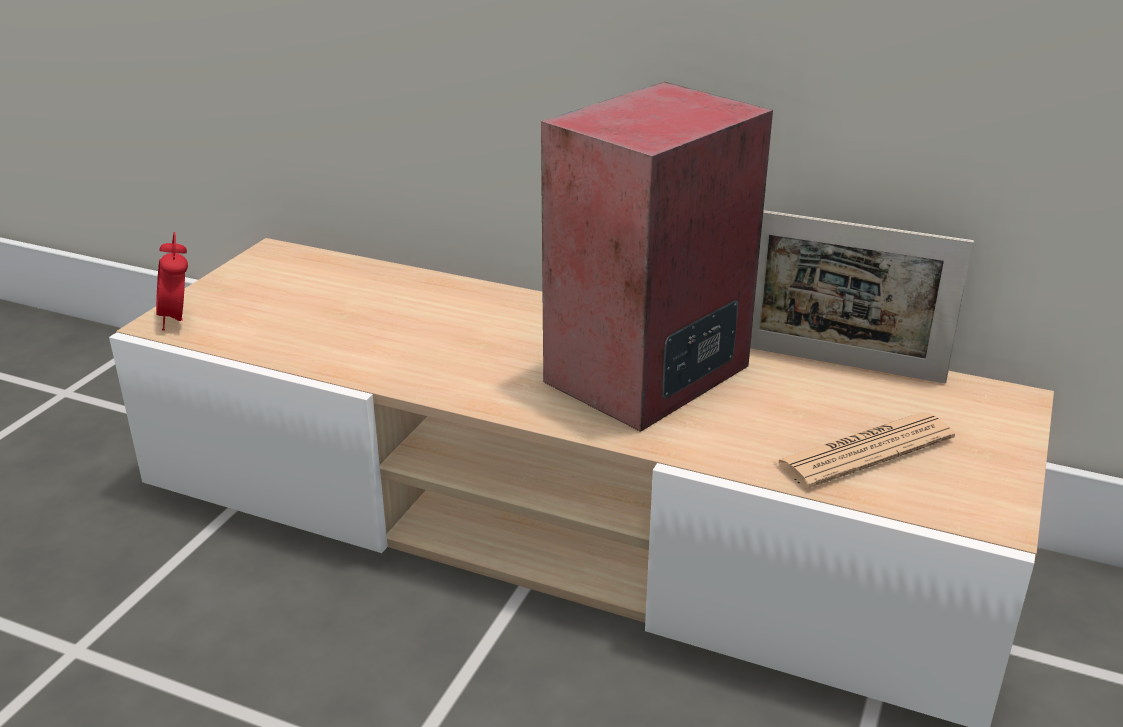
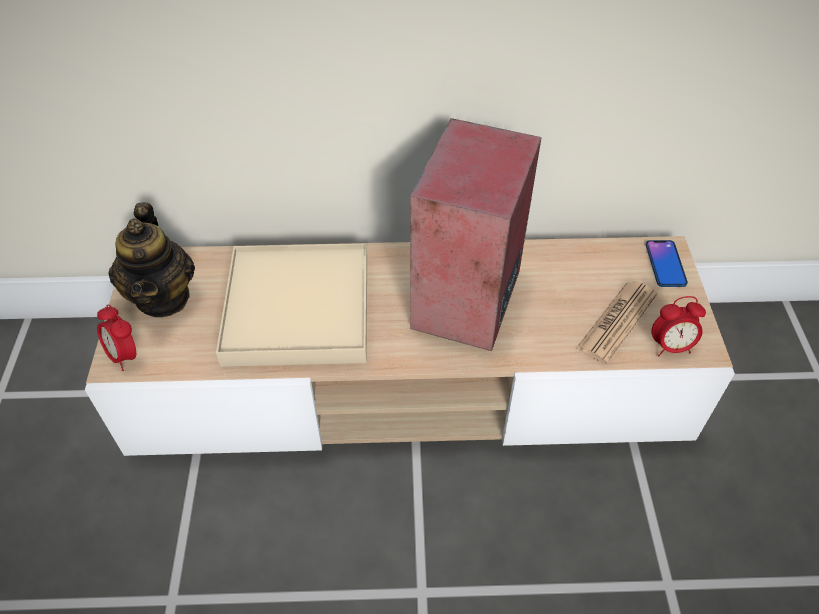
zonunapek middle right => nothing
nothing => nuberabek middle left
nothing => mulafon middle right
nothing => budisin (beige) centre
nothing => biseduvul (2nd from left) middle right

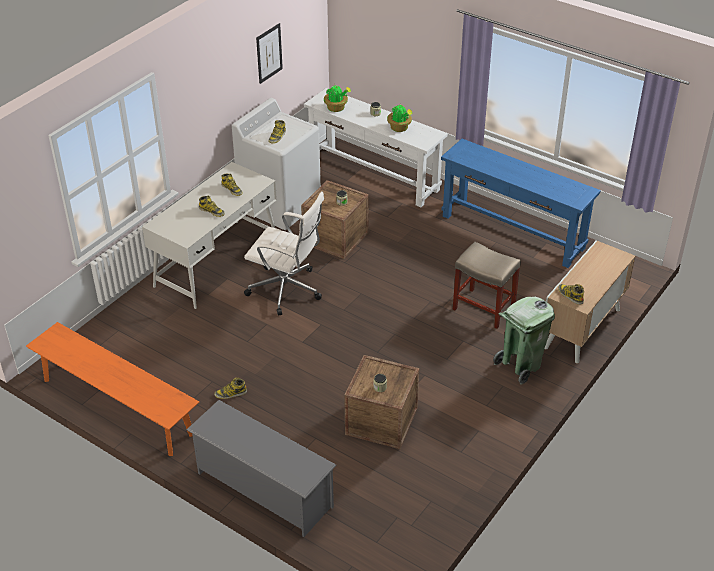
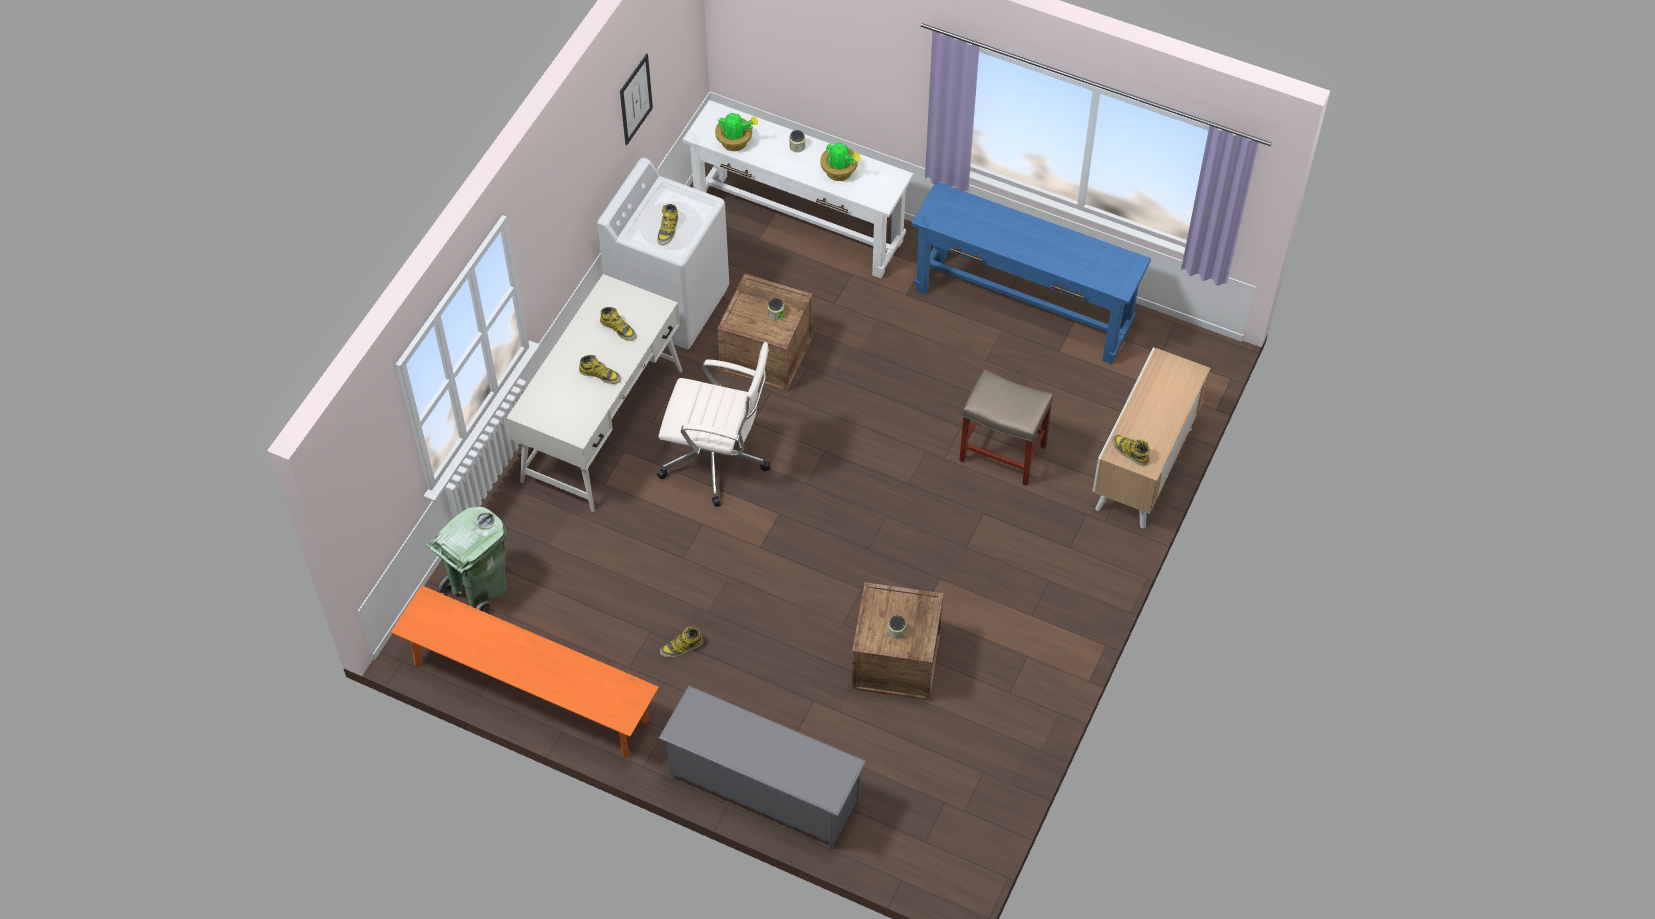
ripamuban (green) middle right => ripamuban (green) middle left, move

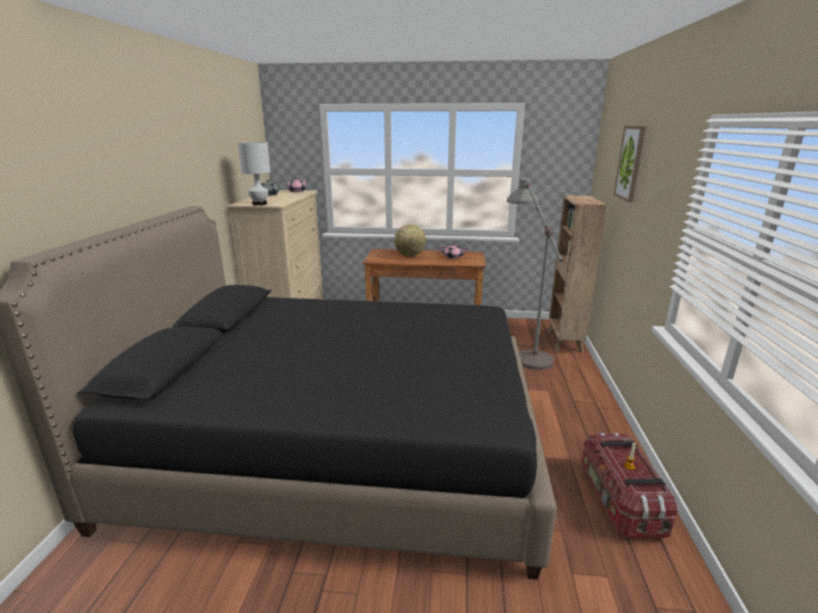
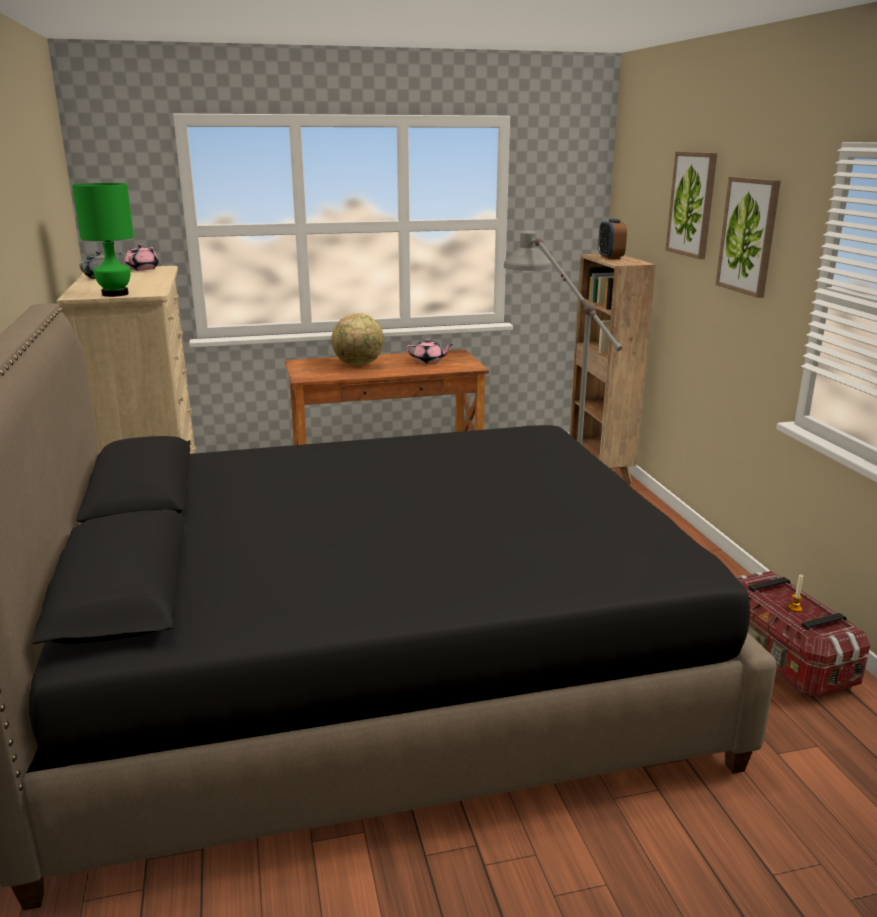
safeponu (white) top left => safeponu (green) top left
nothing => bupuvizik (2nd from left) top right
nothing => biseduvul top right

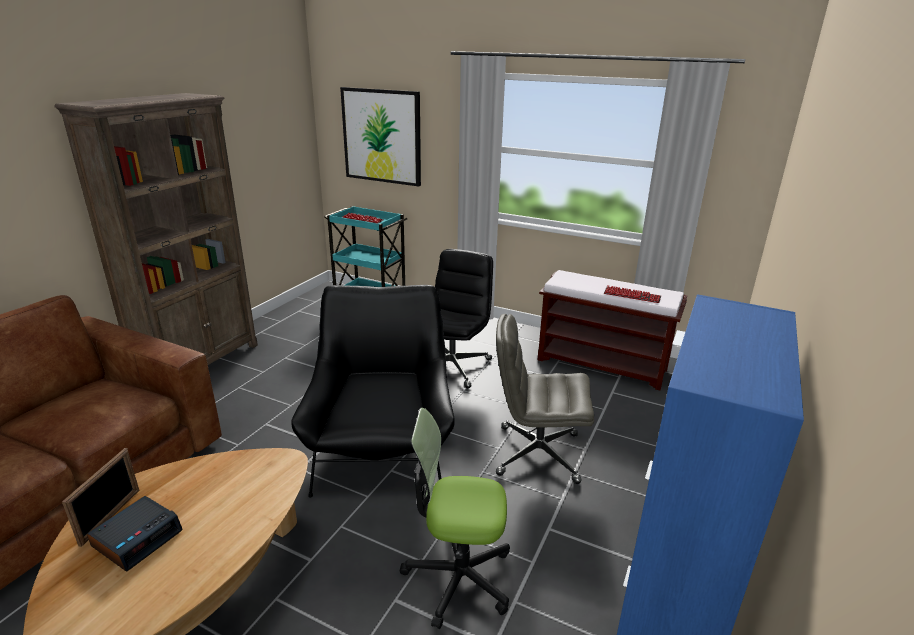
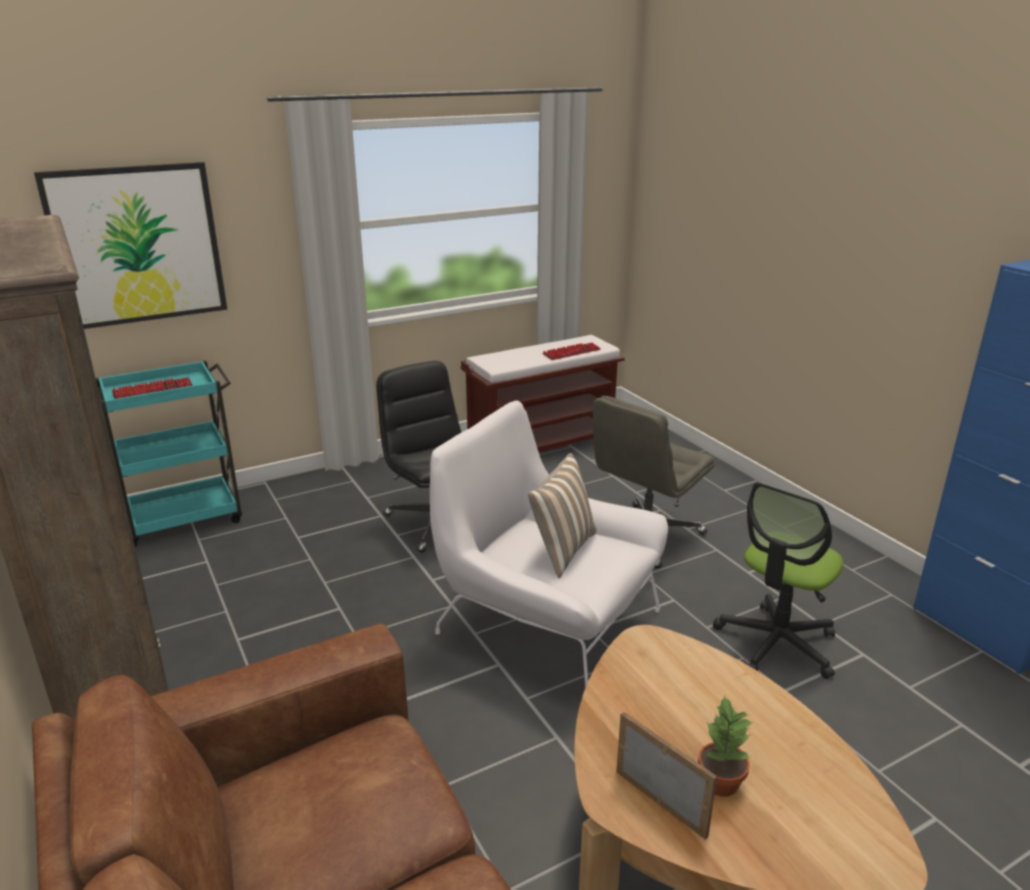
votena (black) centre => votena (white) centre
biseduvul bottom left => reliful bottom right
nothing => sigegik centre

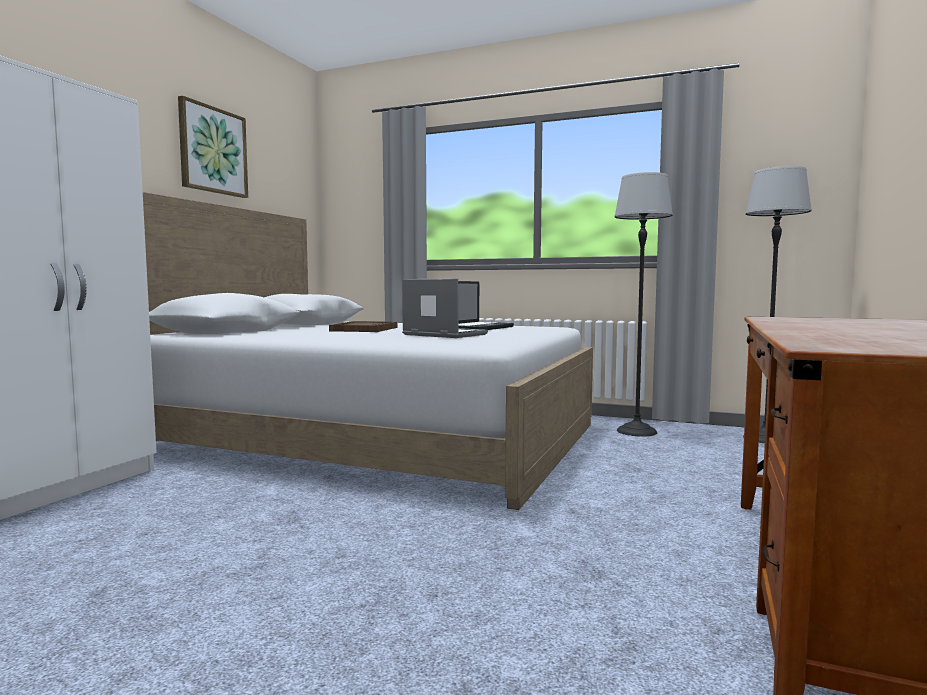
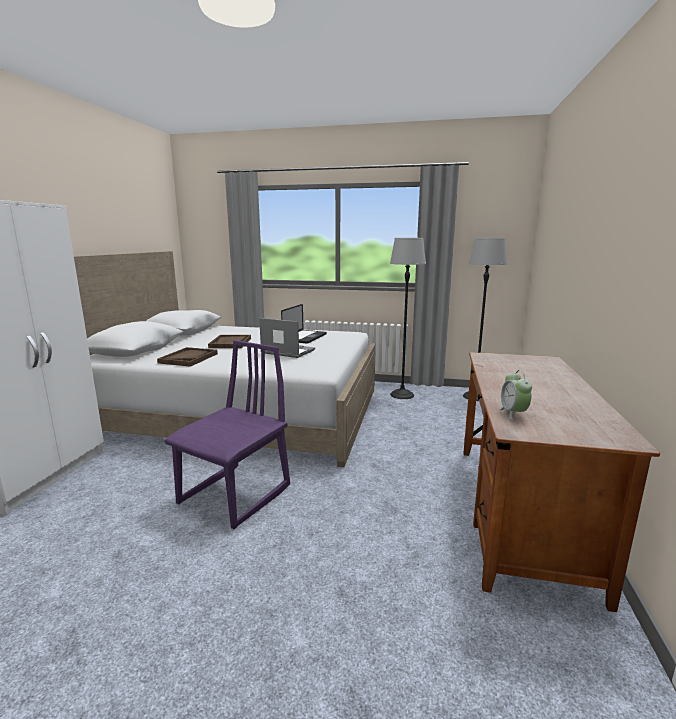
bupuvizik top left => nothing
nothing => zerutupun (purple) centre
nothing => budisin (brown) (1st from left) middle left
nothing => biseduvul middle right

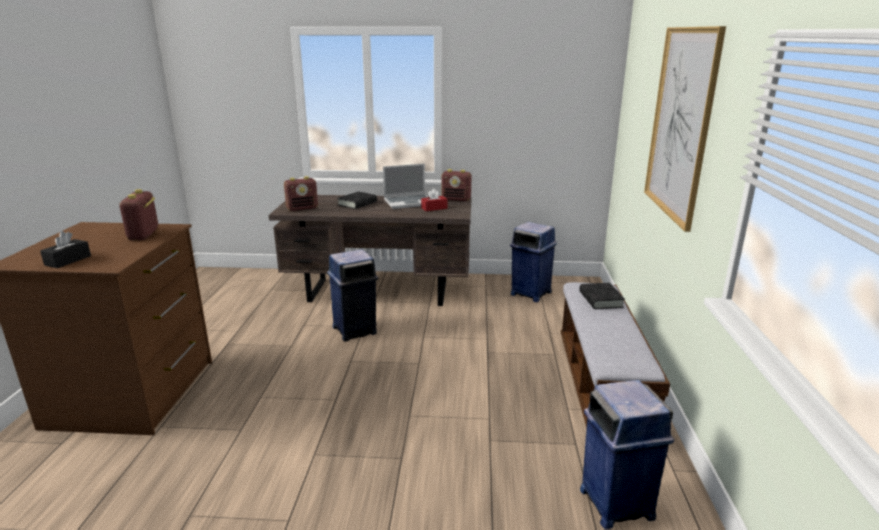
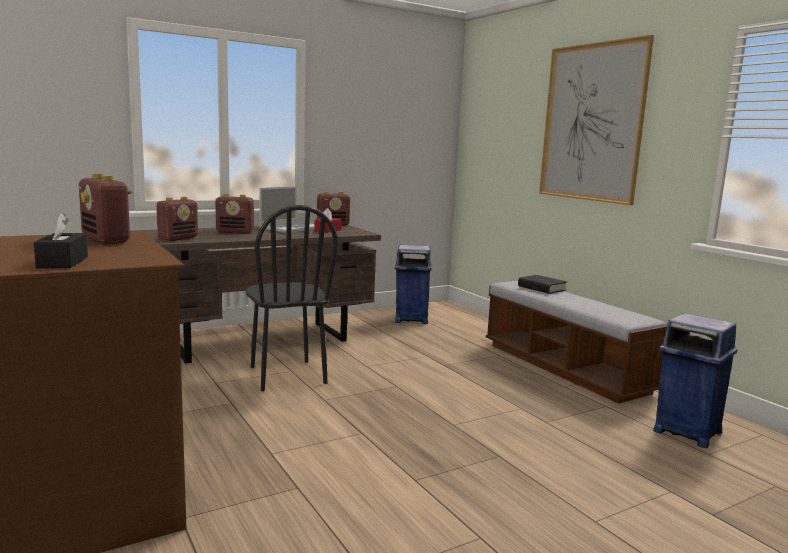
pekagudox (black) (1st from left) centre => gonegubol (3rd from left) middle left
ripamuban (blue) (1st from left) centre => zerutupun (black) centre

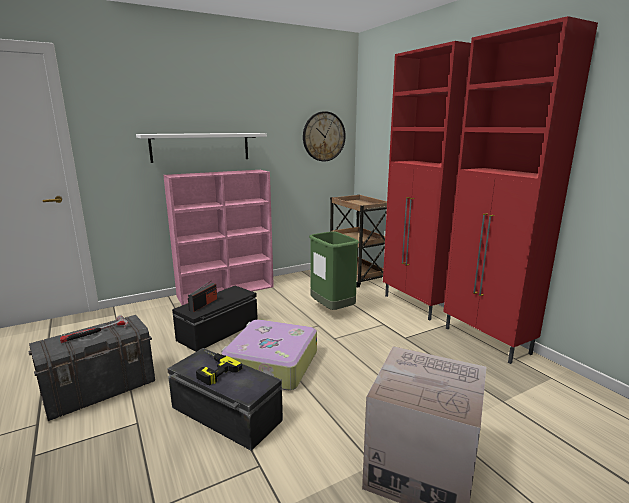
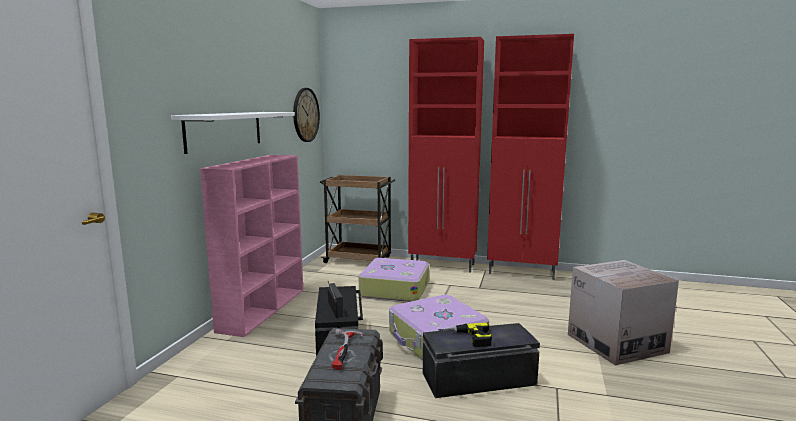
ripamuban (green) centre => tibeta (1st from left) centre

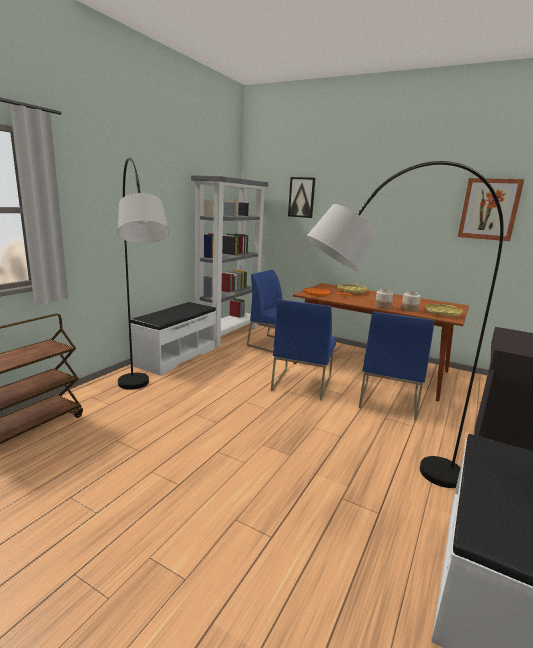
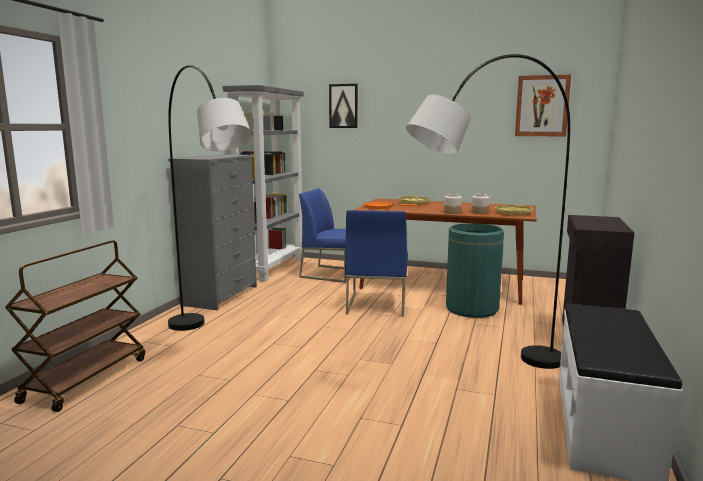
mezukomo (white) (1st from left) middle left => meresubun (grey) middle left
zerutupun (blue) (3rd from left) middle right => ripamuban (green) middle right

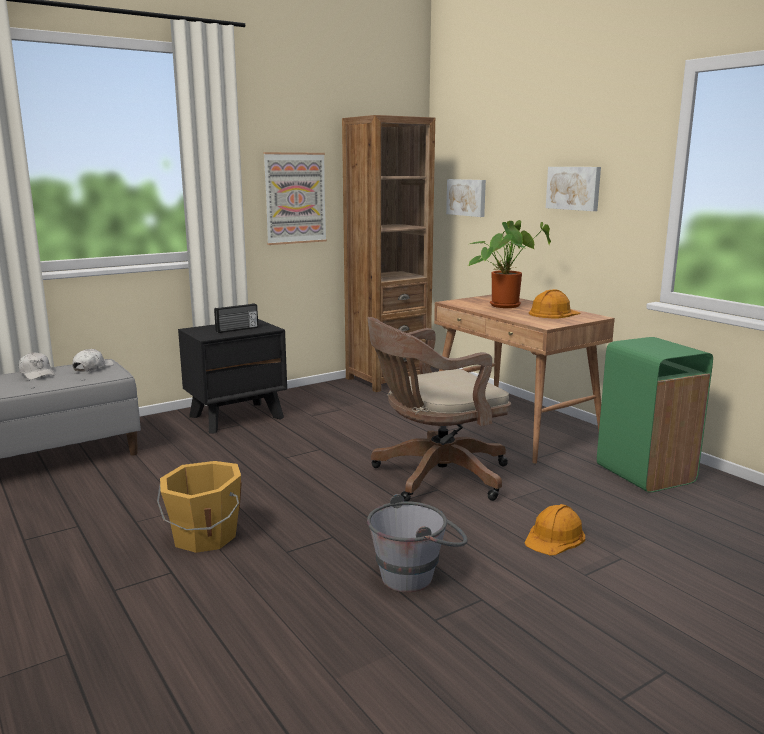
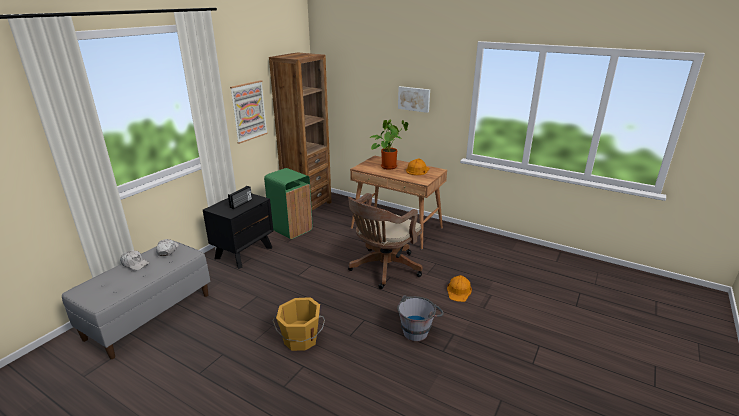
bupuvizik (2nd from left) top centre => nothing
ripamuban (green) middle right => ripamuban (green) centre, move

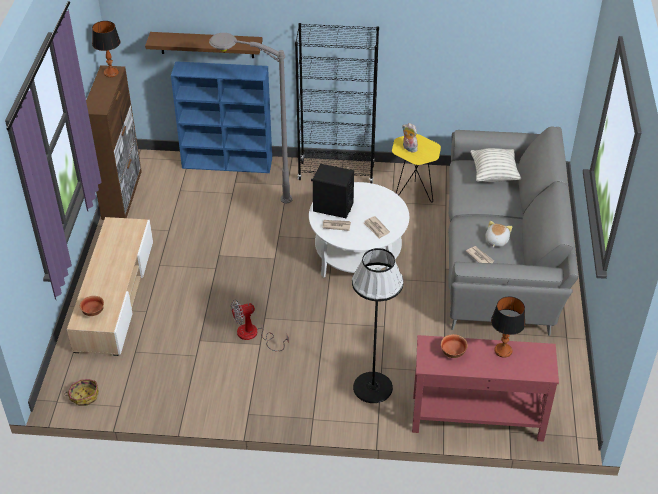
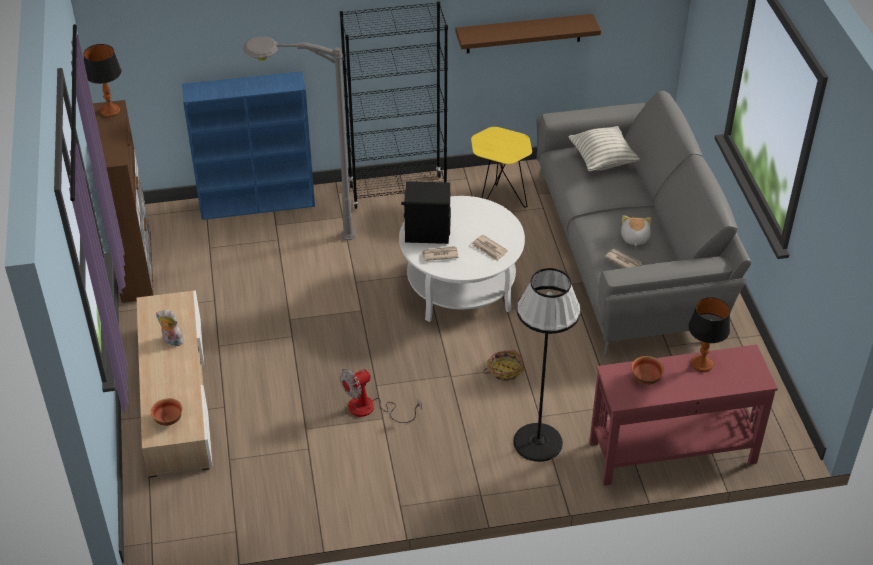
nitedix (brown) top left => nitedix (brown) top centre, move
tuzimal (1st from left) top centre => tuzimal (1st from left) middle left, move
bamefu bottom left => bamefu centre, move

